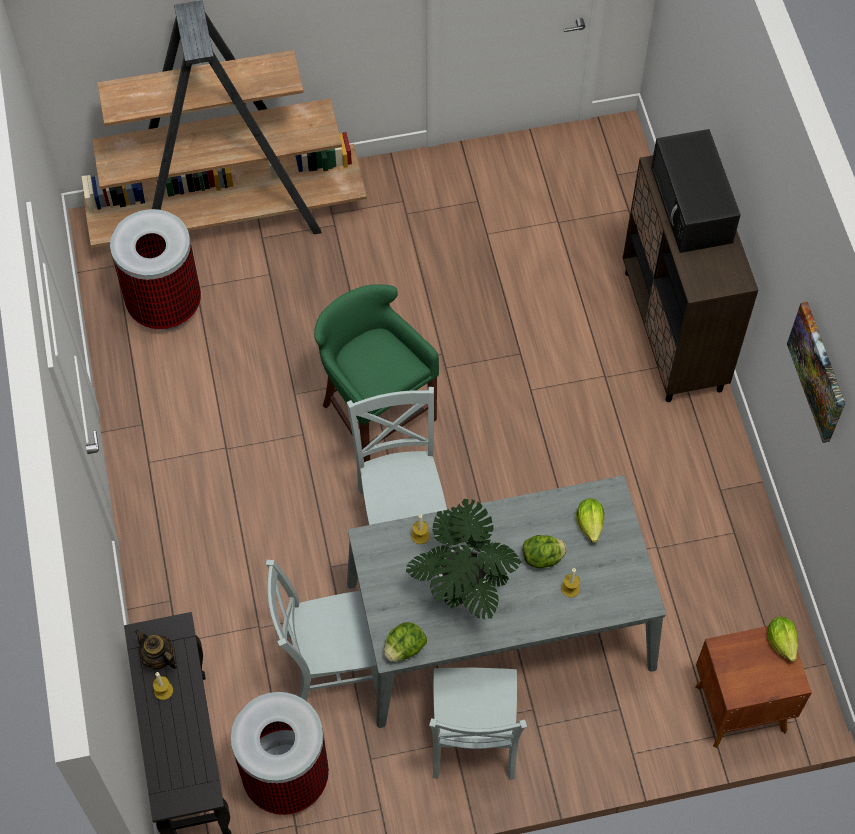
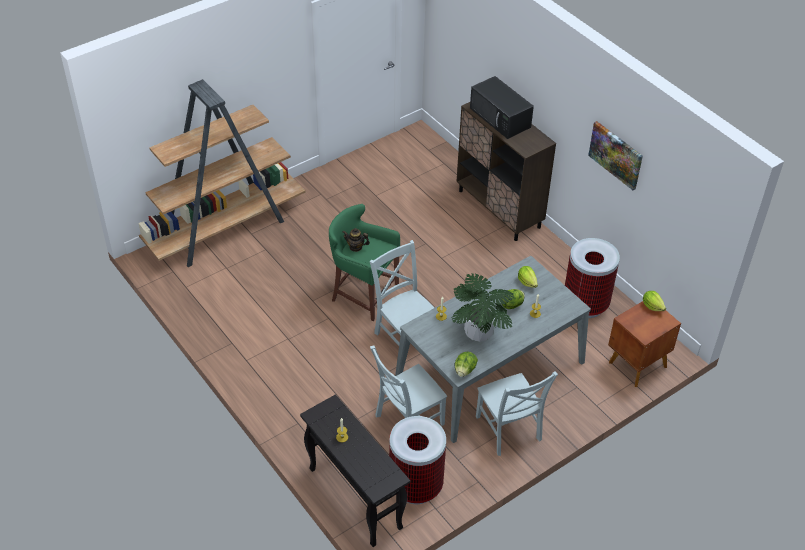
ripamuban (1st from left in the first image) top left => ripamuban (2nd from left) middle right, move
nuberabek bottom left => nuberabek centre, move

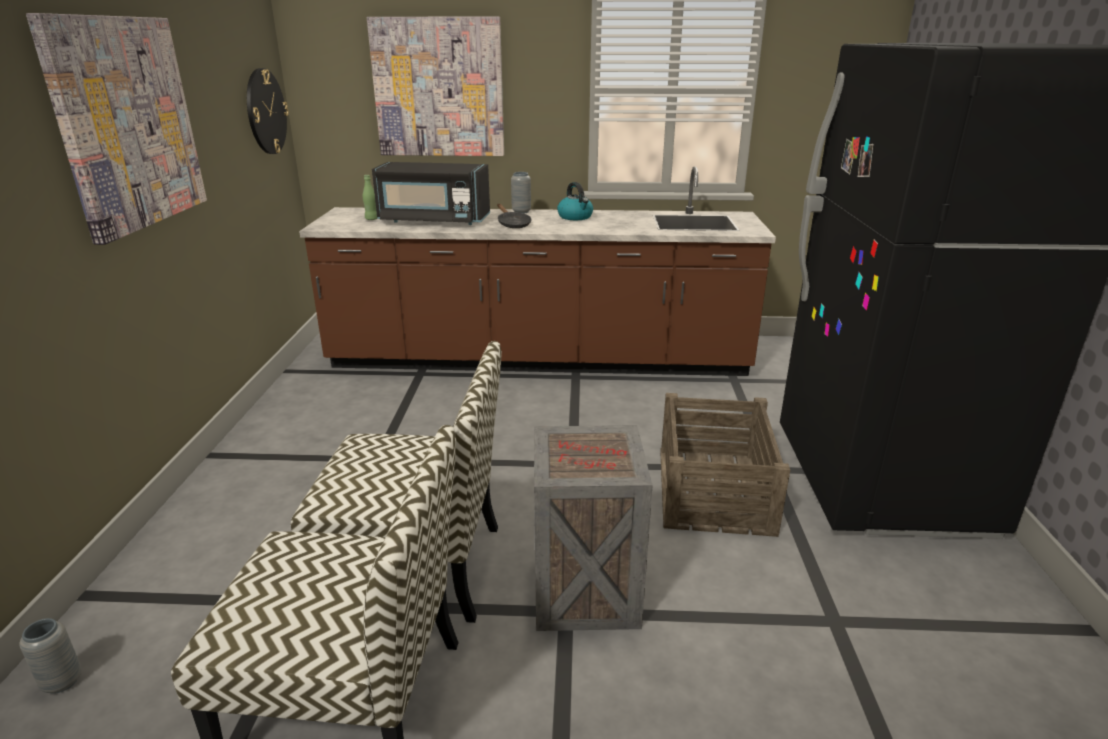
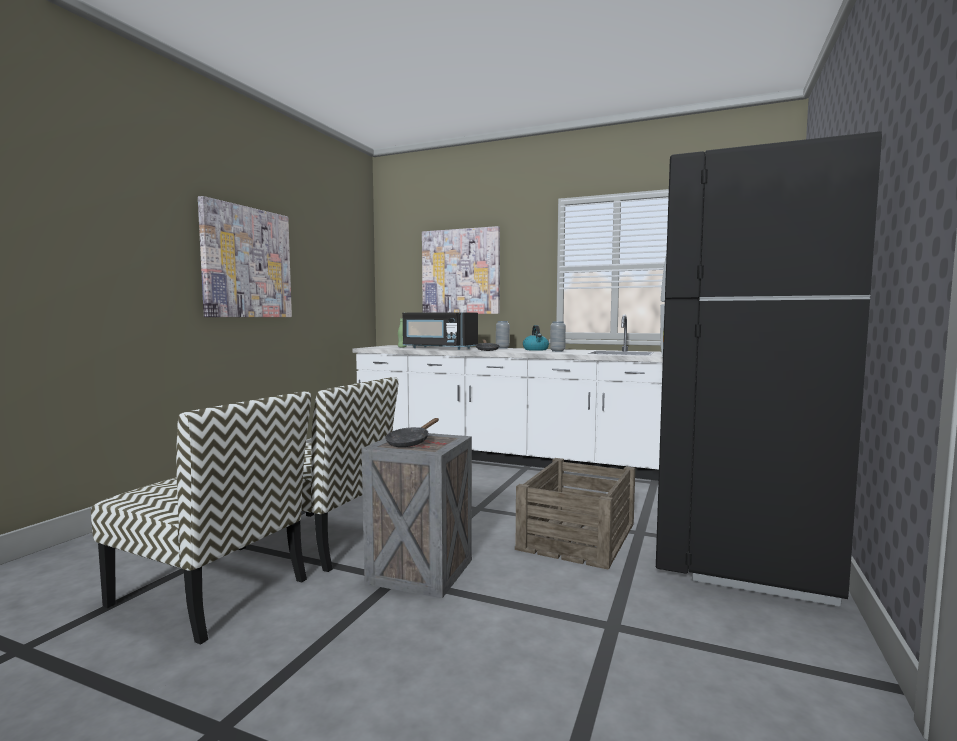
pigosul top left => nothing
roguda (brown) centre => roguda (white) centre
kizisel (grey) (1st from left in the first image) bottom left => kizisel (grey) (2nd from left) centre, move
nothing => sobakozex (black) (1st from left) centre

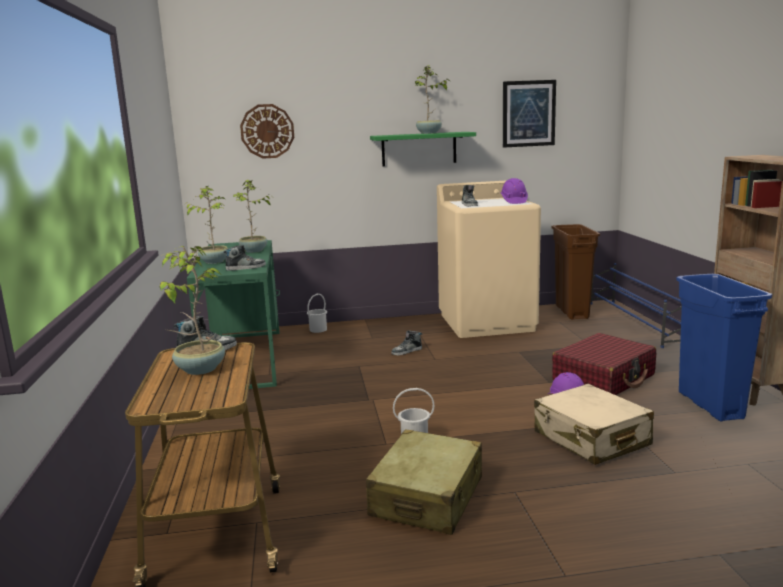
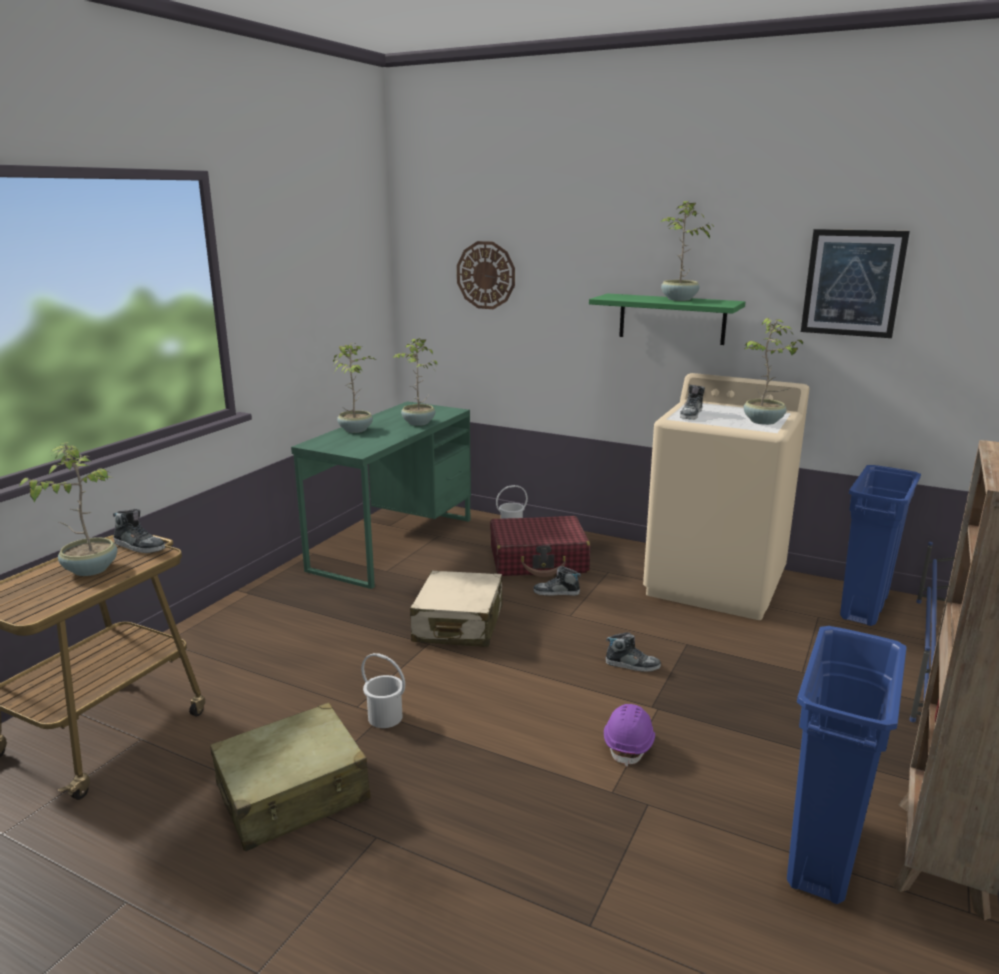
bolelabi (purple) (1st from left) top centre => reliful (5th from left) middle right
ripamuban (brown) middle right => ripamuban (blue) (2nd from left) middle right
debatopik (2nd from left in the first image) middle left => debatopik (3rd from left) bottom centre, move
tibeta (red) middle right => tibeta (red) centre, move
tibeta (beige) (2nd from left) bottom right => tibeta (beige) (2nd from left) centre, move

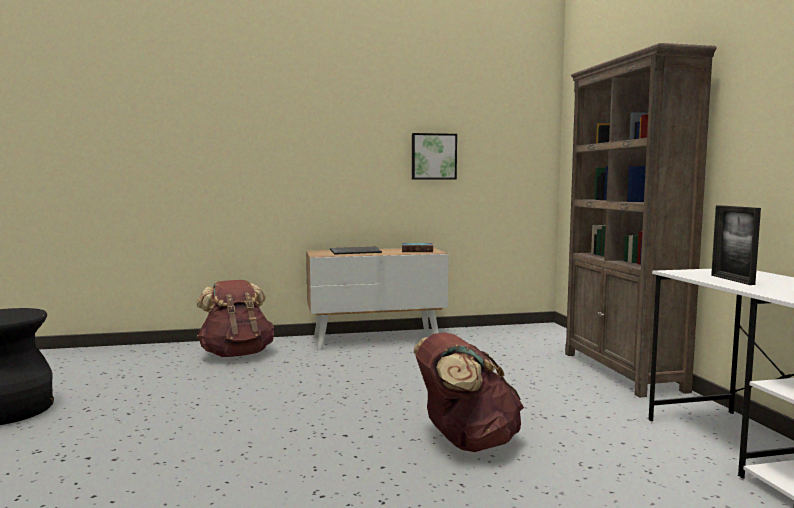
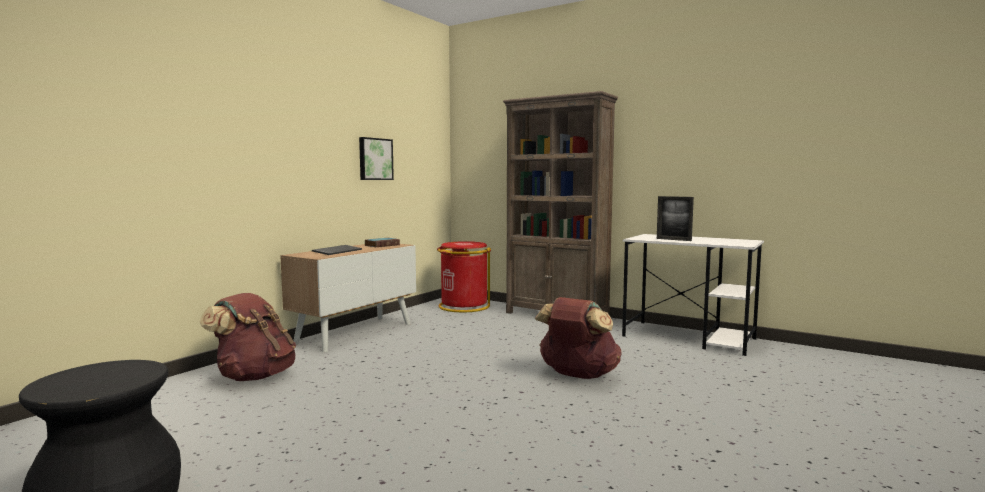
nothing => ripamuban (red) centre

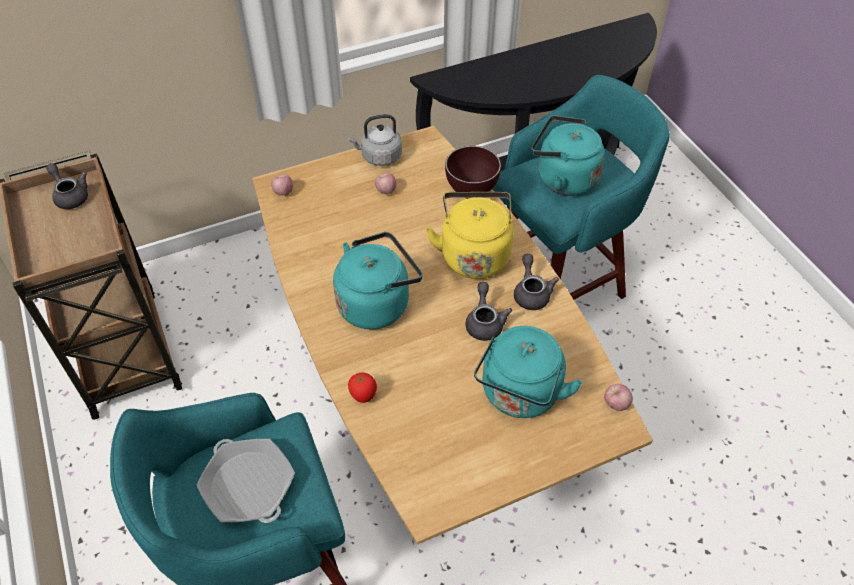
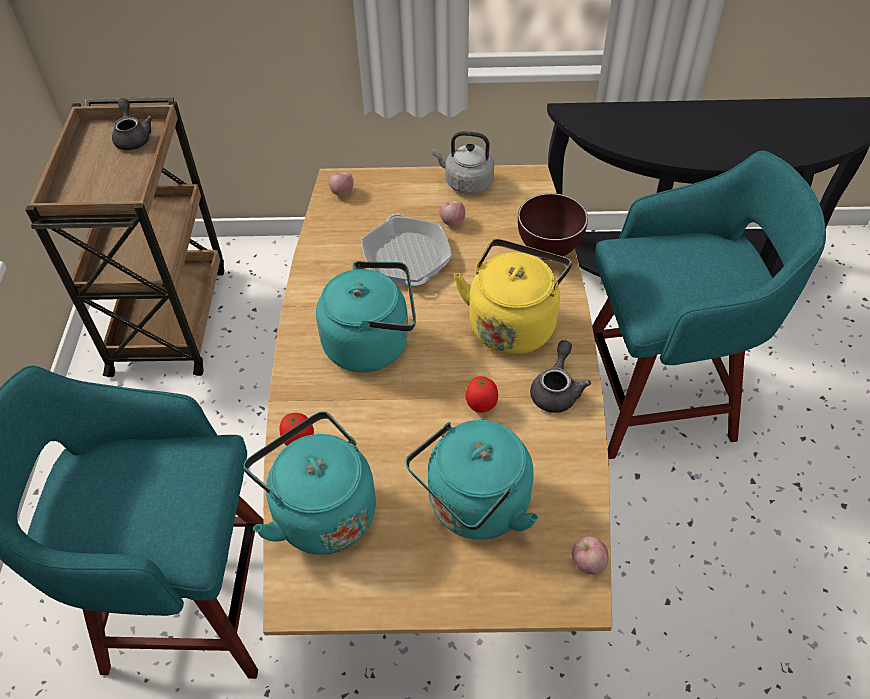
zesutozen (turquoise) (3rd from left in the first image) top centre => zesutozen (turquoise) (1st from left) bottom centre, move
nuberabek (grey) (2nd from left) centre => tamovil (2nd from left) centre
sobakozex bottom left => sobakozex centre, move

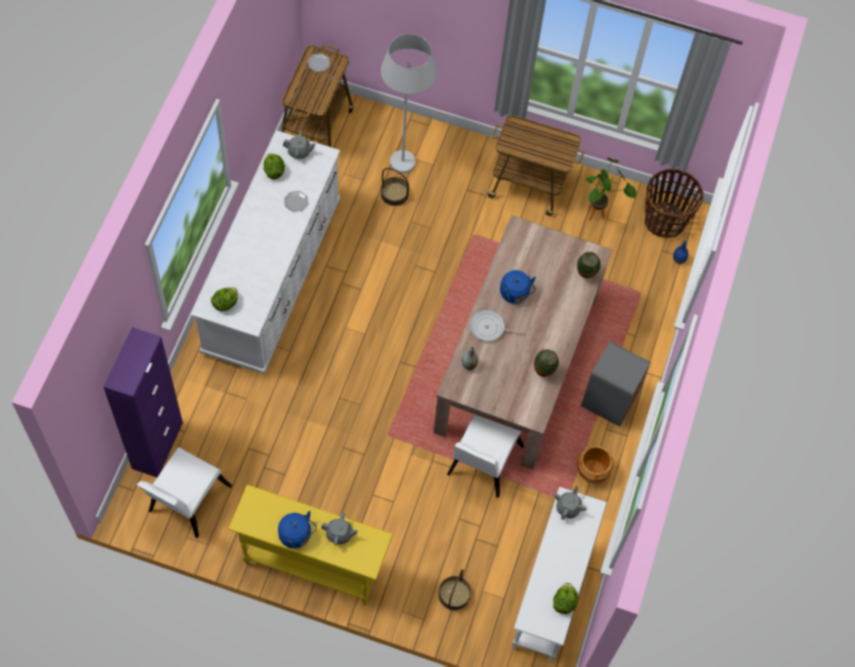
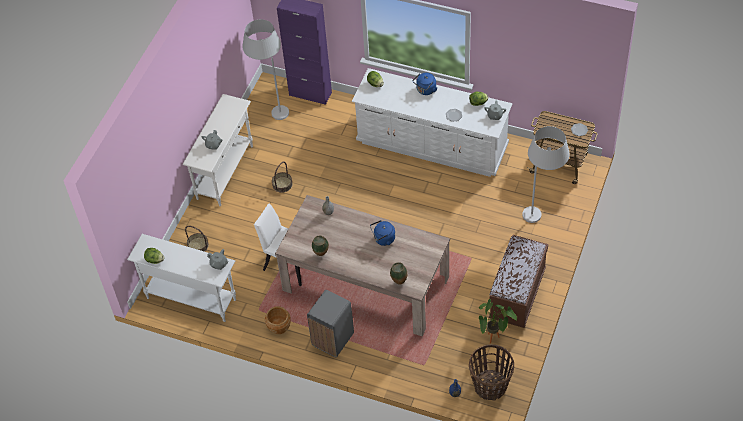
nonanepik (2nd from left) top centre => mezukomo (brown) bottom right
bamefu (1st from left in the first image) top centre => bamefu (2nd from left) centre, move
sobakozex centre => nothing
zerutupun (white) (1st from left) bottom left => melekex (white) (1st from left) top centre
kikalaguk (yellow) bottom centre => kikalaguk (white) (2nd from left) middle left
zesutozen (blue) (1st from left in the first image) bottom centre => zesutozen (blue) (2nd from left) top centre, move

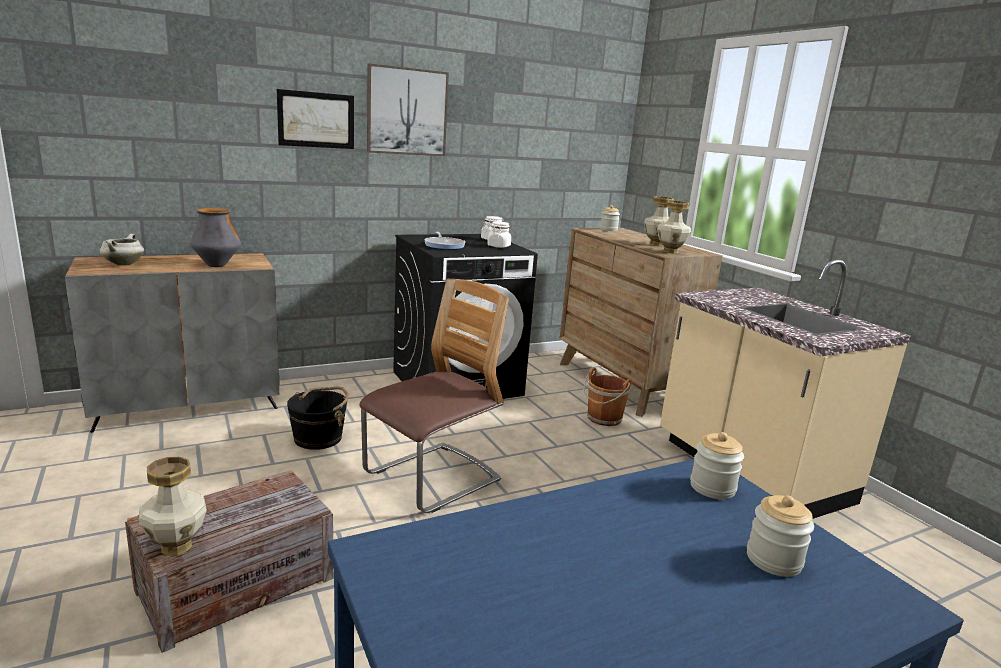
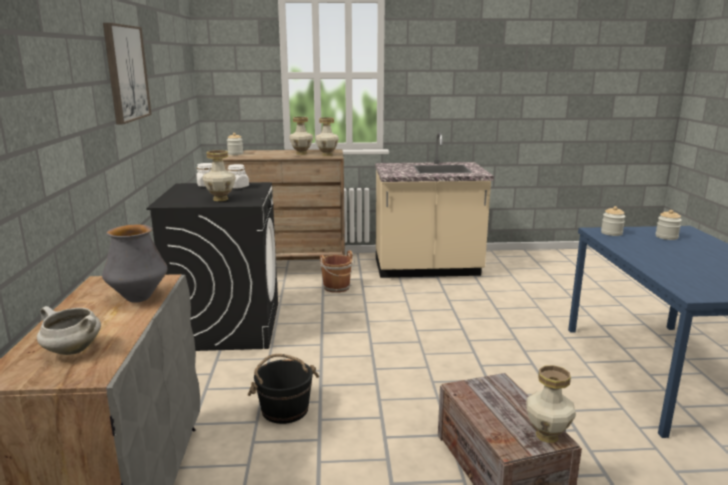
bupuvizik (1st from left) top left => nothing
sobakozex centre => kizisel (2nd from left) middle left
zerutupun centre => nothing

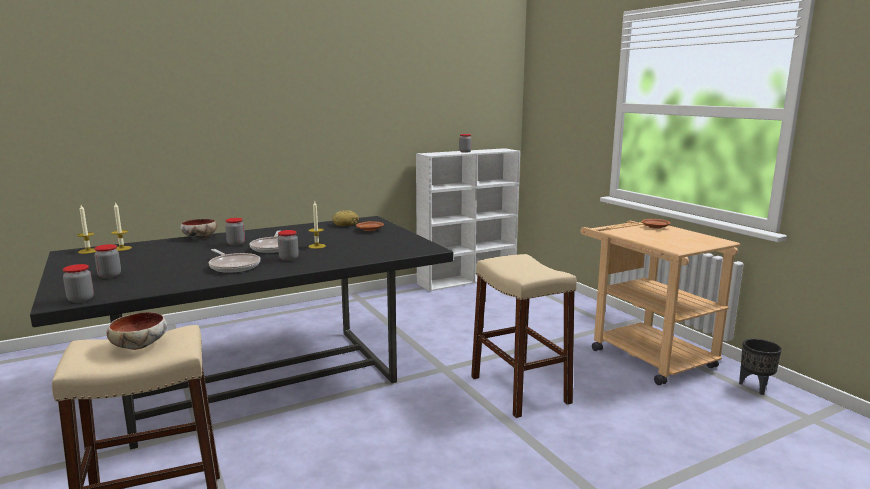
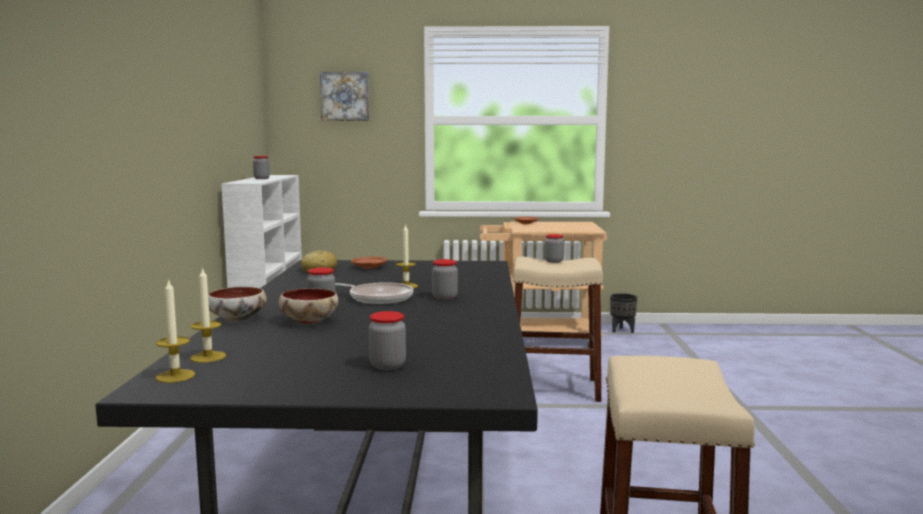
sobakozex (1st from left) middle left => nothing
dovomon (1st from left in the first image) middle left => dovomon (5th from left) centre, move
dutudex (1st from left in the first image) bottom left => dutudex (2nd from left) centre, move
nothing => bupuvizik top centre

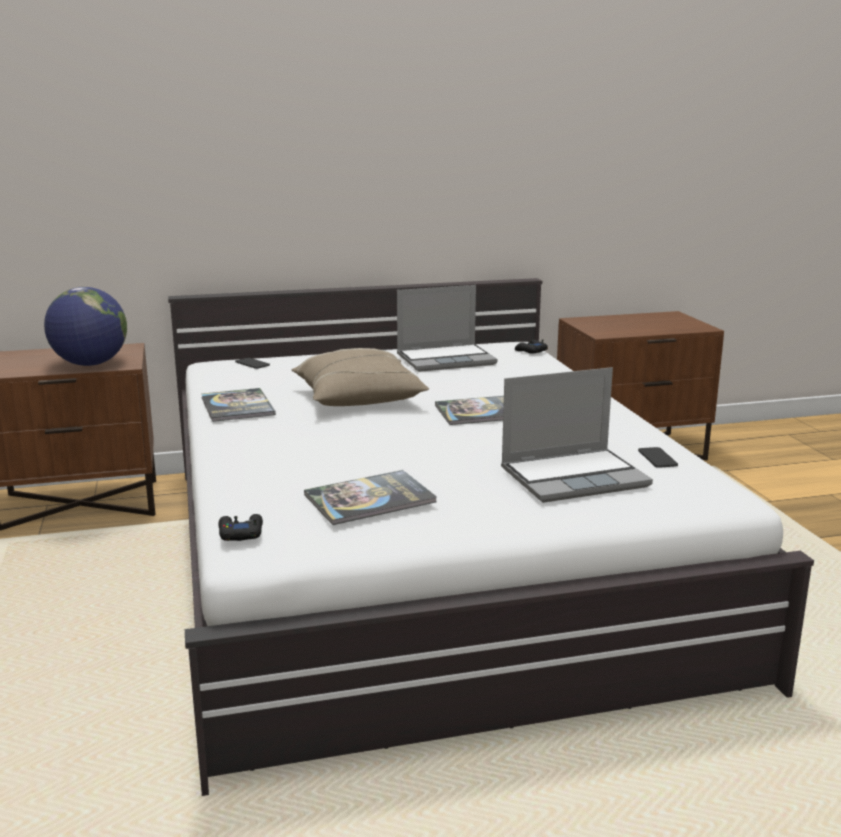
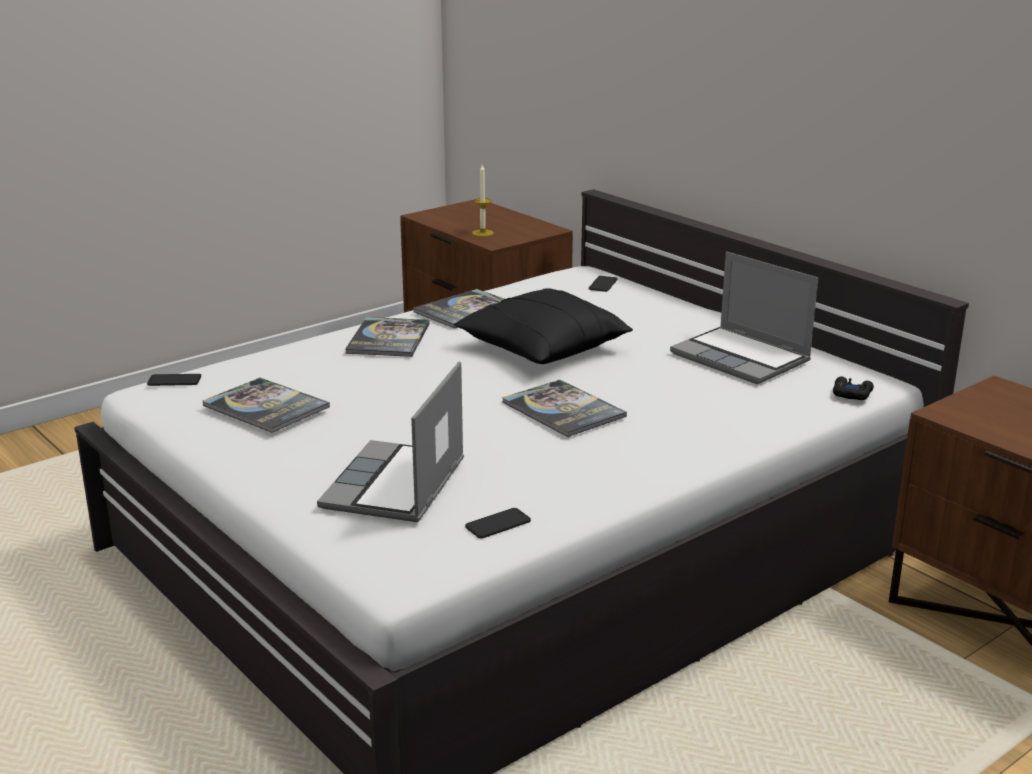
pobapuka middle left => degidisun top centre
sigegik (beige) centre => sigegik (black) centre
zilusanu (2nd from left in the first image) middle right => zilusanu (1st from left) centre, 60 degrees clockwise
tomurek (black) (1st from left) middle left => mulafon (1st from left) middle left
nothing => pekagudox (2nd from left) centre

